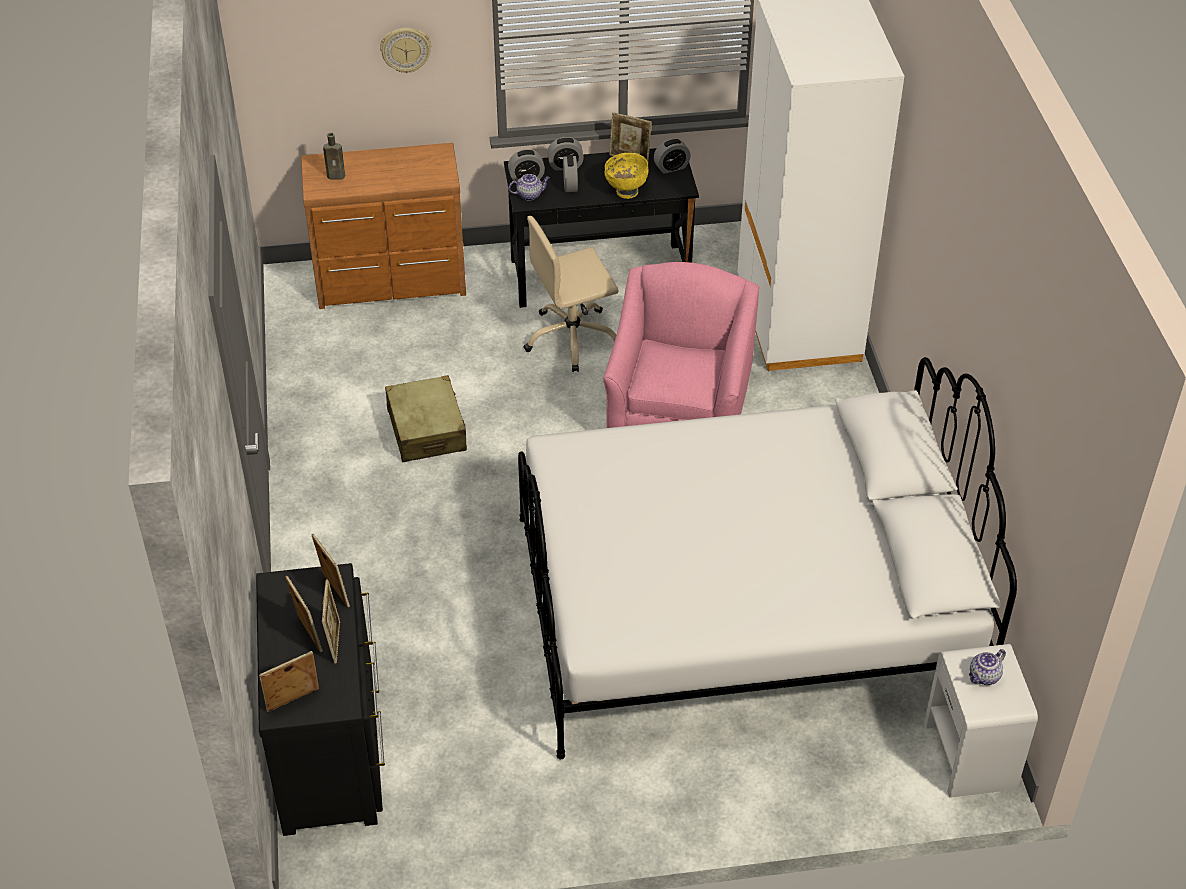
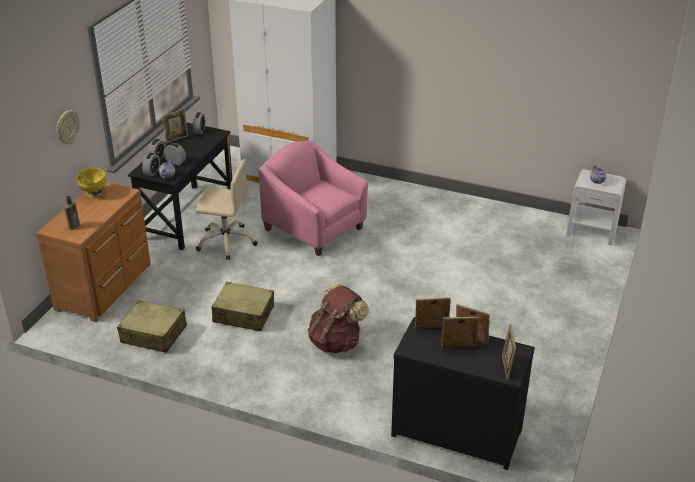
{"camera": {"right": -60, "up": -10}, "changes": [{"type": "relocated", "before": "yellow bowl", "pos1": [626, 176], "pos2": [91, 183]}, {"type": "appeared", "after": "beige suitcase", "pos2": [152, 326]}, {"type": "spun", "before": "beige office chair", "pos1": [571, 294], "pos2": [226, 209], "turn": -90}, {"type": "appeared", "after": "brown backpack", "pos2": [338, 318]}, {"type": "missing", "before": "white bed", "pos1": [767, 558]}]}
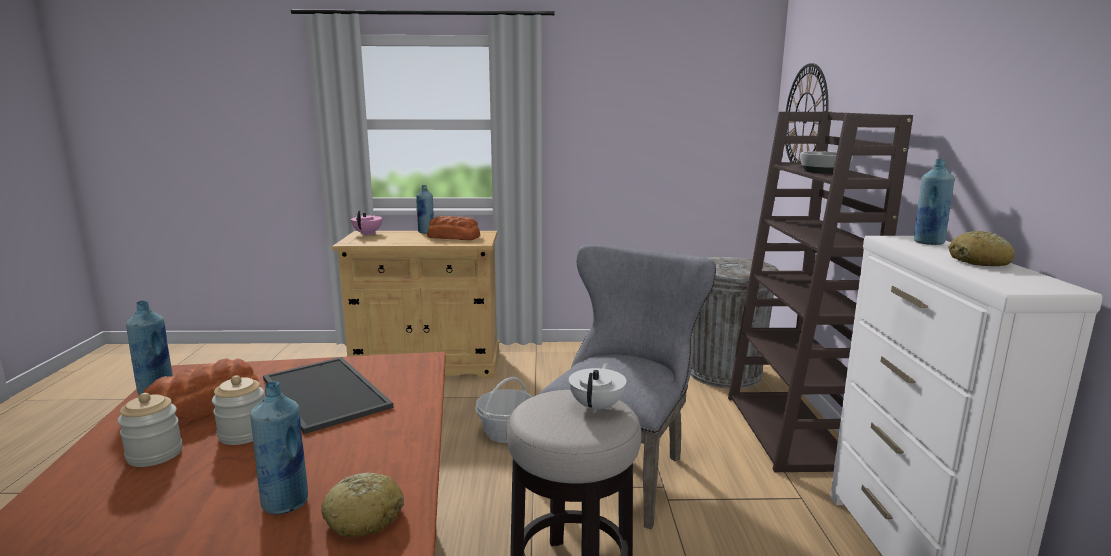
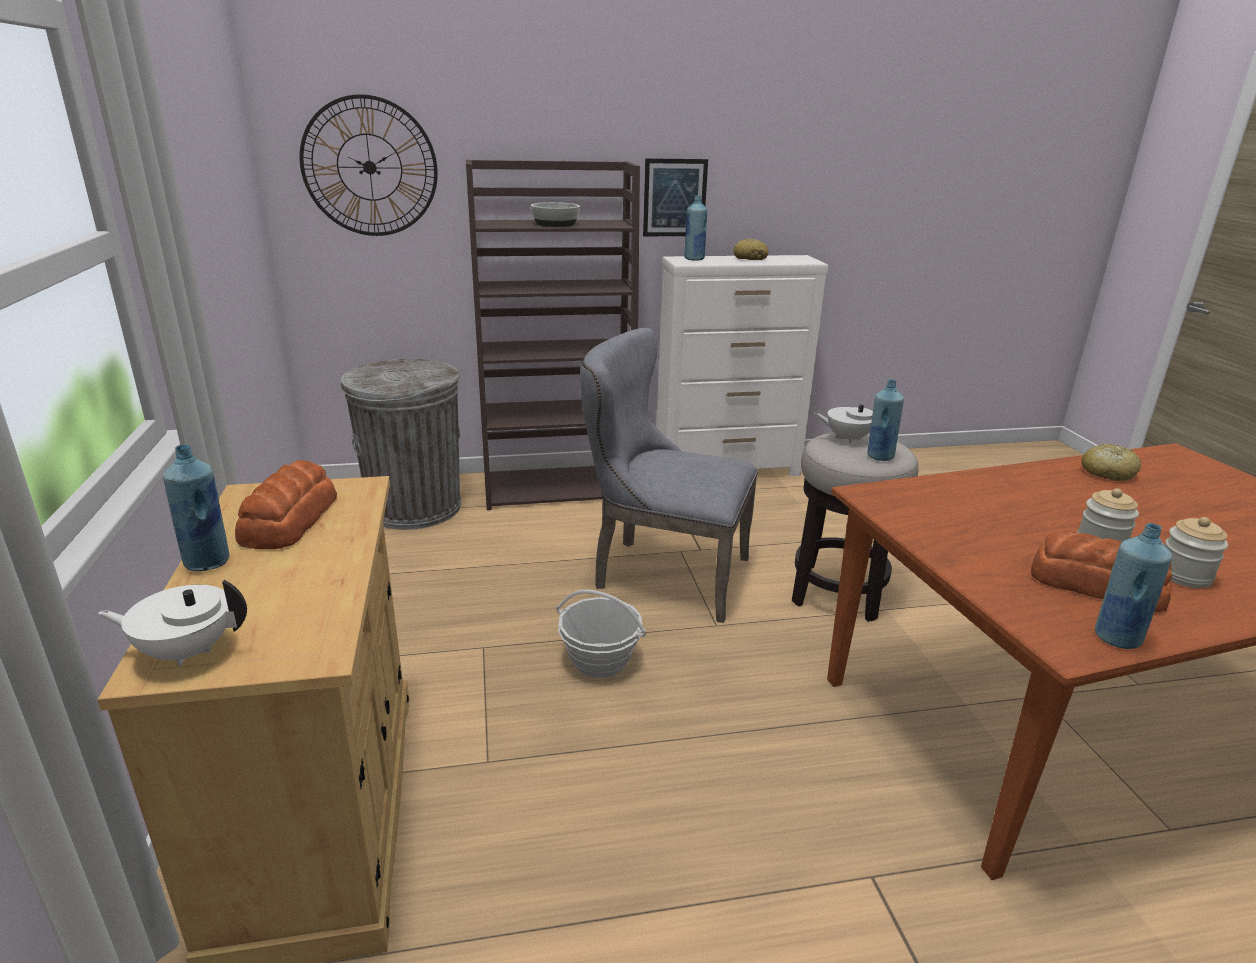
{"camera": {"right": -100, "up": 10}, "changes": [{"type": "colour", "before": "pink teapot", "after": "white teapot", "pos1": [366, 223], "pos2": [172, 623]}, {"type": "appeared", "after": "picture", "pos2": [675, 197]}, {"type": "relocated", "before": "blue bottle", "pos1": [279, 448], "pos2": [885, 420]}, {"type": "missing", "before": "tray", "pos1": [328, 395]}]}
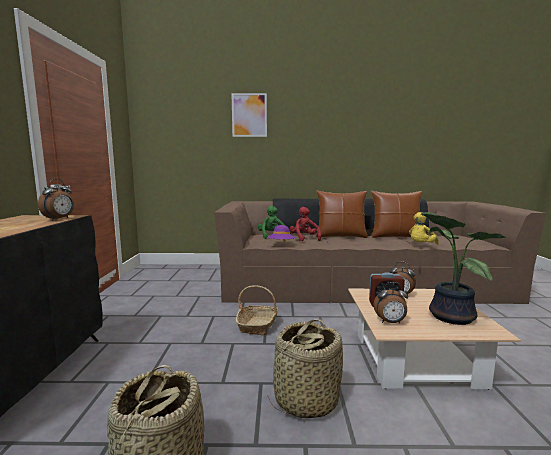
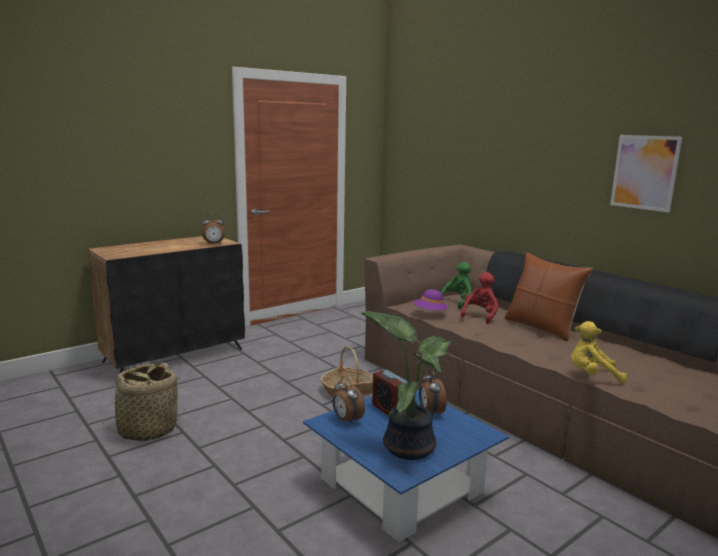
{"camera": {"right": 50, "up": 5}, "changes": [{"type": "colour", "before": "beige coffee table", "after": "blue coffee table", "pos1": [434, 339], "pos2": [406, 465]}, {"type": "relocated", "before": "picture", "pos1": [249, 115], "pos2": [646, 173]}, {"type": "missing", "before": "basket", "pos1": [305, 368]}, {"type": "missing", "before": "brown pillow", "pos1": [396, 214]}]}
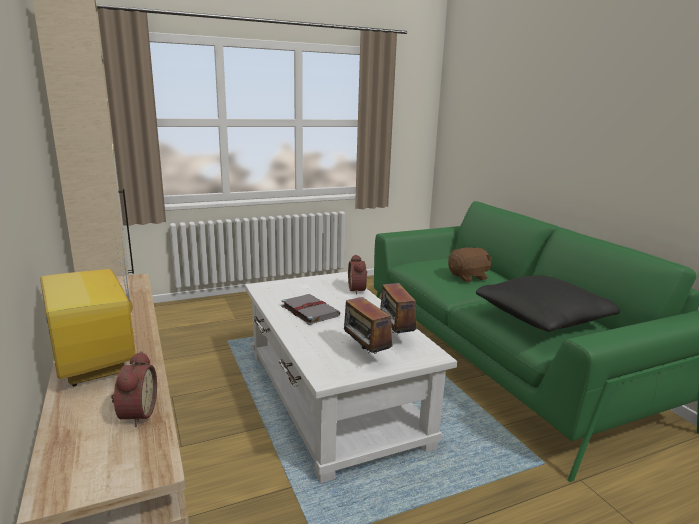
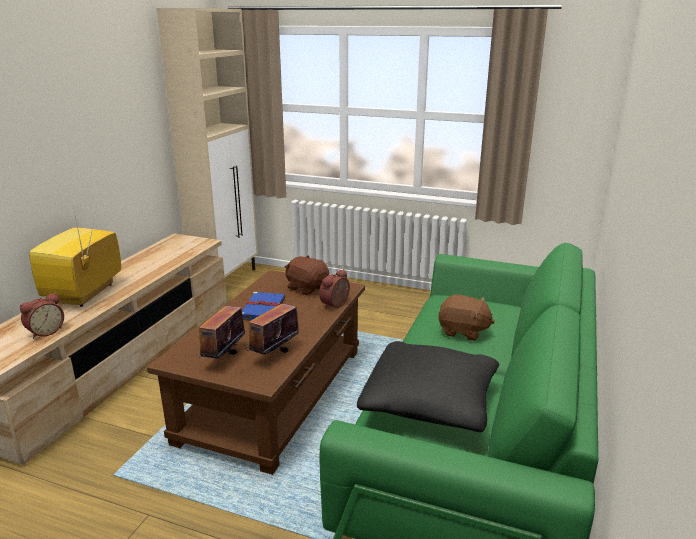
{"camera": {"right": 45, "up": 5}, "changes": [{"type": "colour", "before": "white coffee table", "after": "brown coffee table", "pos1": [351, 377], "pos2": [256, 372]}, {"type": "colour", "before": "grey book", "after": "blue book", "pos1": [310, 309], "pos2": [263, 306]}, {"type": "appeared", "after": "brown plush toy", "pos2": [307, 275]}]}
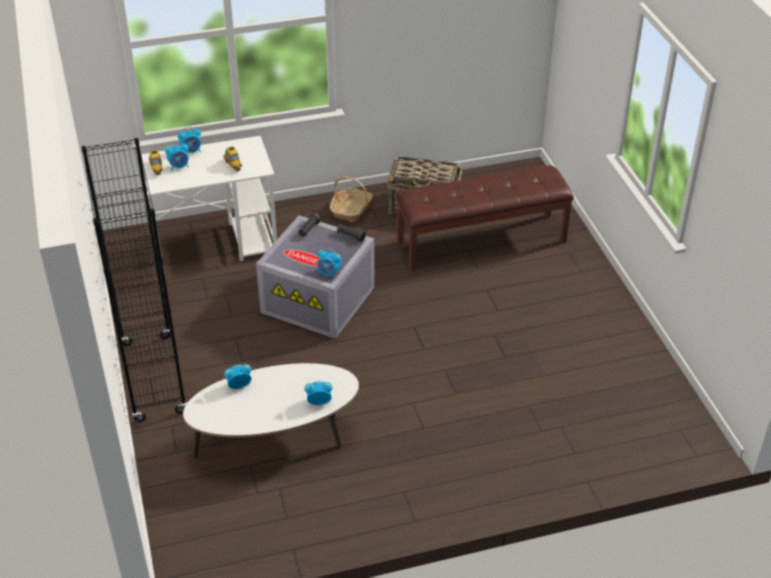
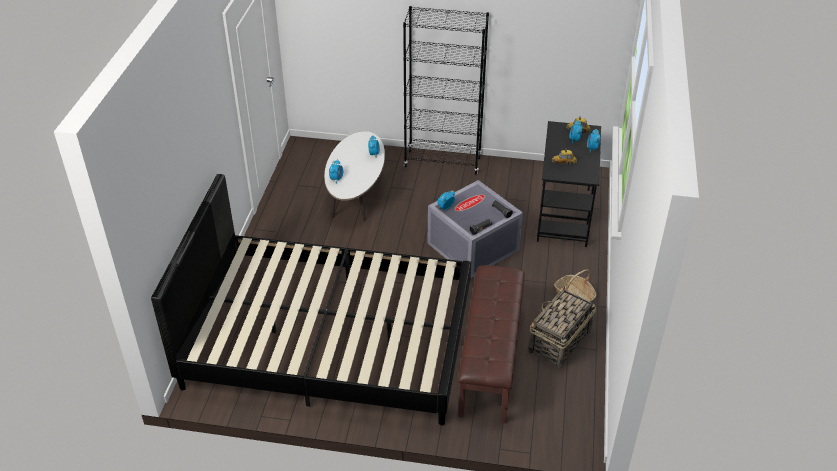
{"camera": {"right": 115, "up": 0}, "changes": [{"type": "appeared", "after": "black bed", "pos2": [311, 299]}, {"type": "colour", "before": "white desk", "after": "black desk", "pos1": [209, 205], "pos2": [569, 184]}]}
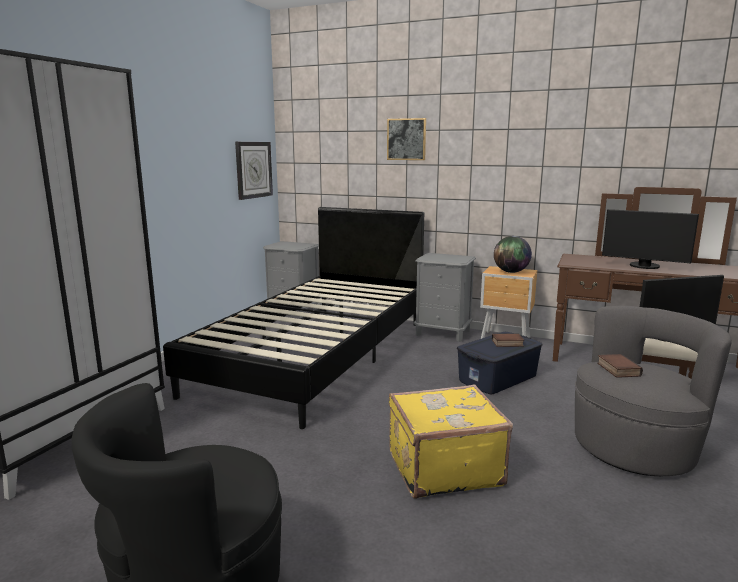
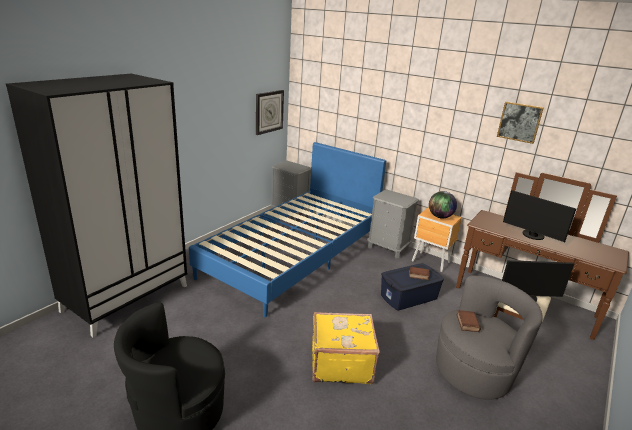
{"camera": {"right": 10, "up": 10}, "changes": [{"type": "colour", "before": "black bed", "after": "blue bed", "pos1": [293, 318], "pos2": [287, 229]}, {"type": "relocated", "before": "picture", "pos1": [406, 139], "pos2": [520, 123]}]}
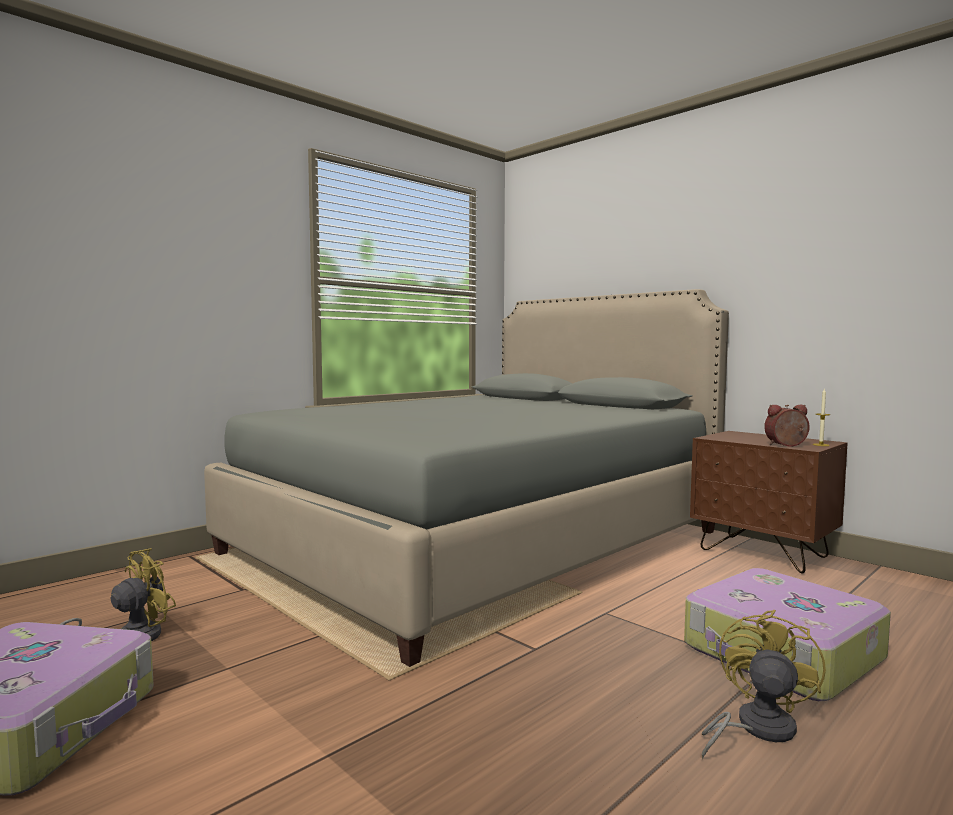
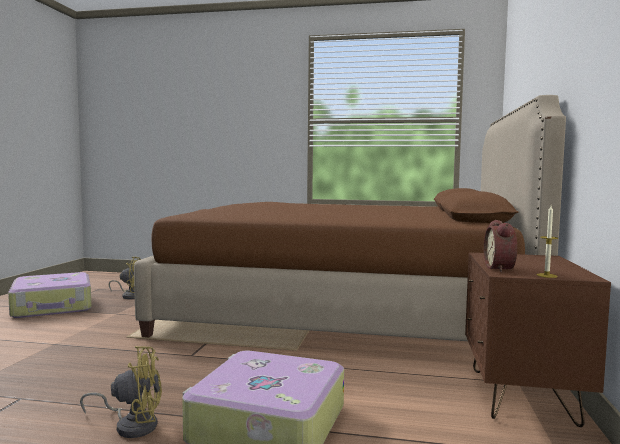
{"camera": {"right": 55, "up": 0}, "changes": [{"type": "colour", "before": "grey bed", "after": "brown bed", "pos1": [466, 478], "pos2": [350, 218]}, {"type": "spun", "before": "alarm clock", "pos1": [787, 426], "pos2": [500, 246], "turn": -135}]}
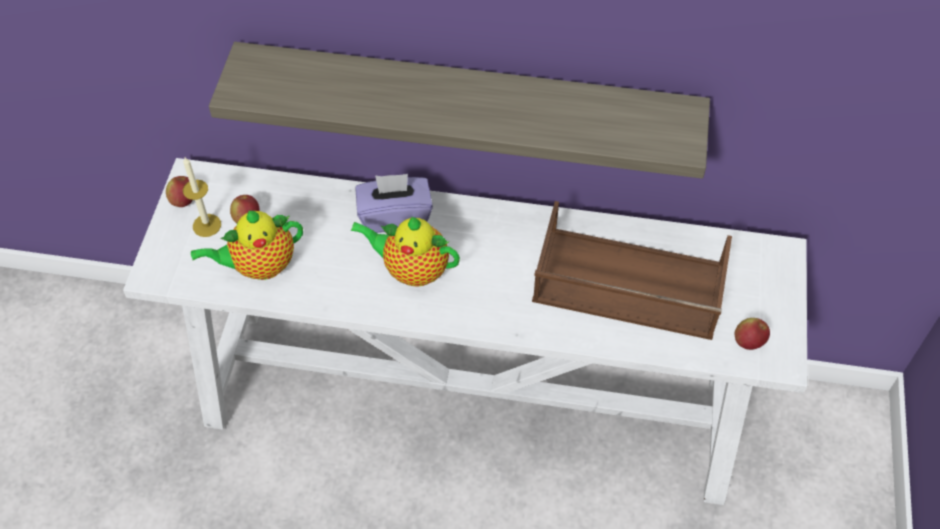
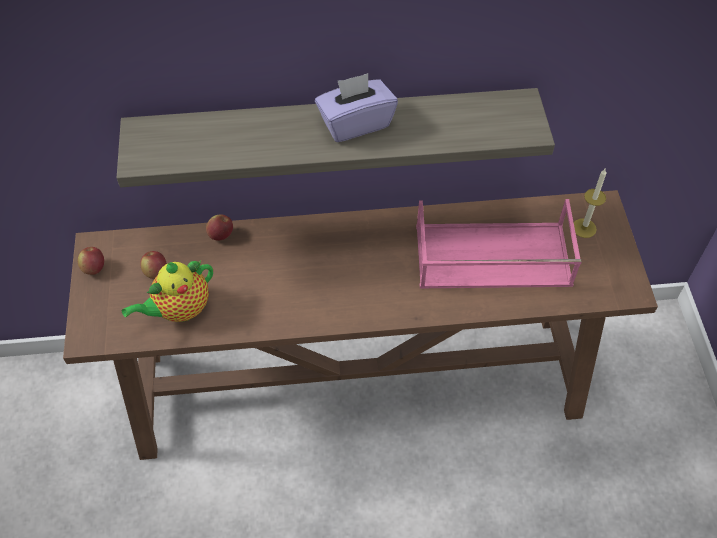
{"camera": {"right": -15, "up": 0}, "changes": [{"type": "colour", "before": "white console table", "after": "brown console table", "pos1": [465, 331], "pos2": [360, 325]}, {"type": "relocated", "before": "apple", "pos1": [752, 334], "pos2": [219, 227]}, {"type": "relocated", "before": "purple tissue box", "pos1": [394, 203], "pos2": [356, 107]}, {"type": "colour", "before": "brown tray", "after": "pink tray", "pos1": [632, 270], "pos2": [499, 243]}, {"type": "relocated", "before": "candle", "pos1": [202, 197], "pos2": [590, 203]}, {"type": "missing", "before": "teapot", "pos1": [405, 251]}]}
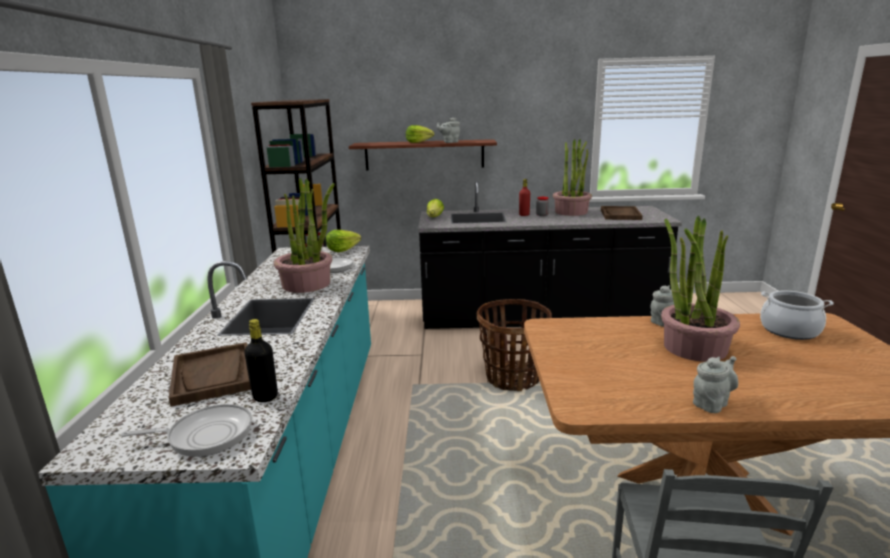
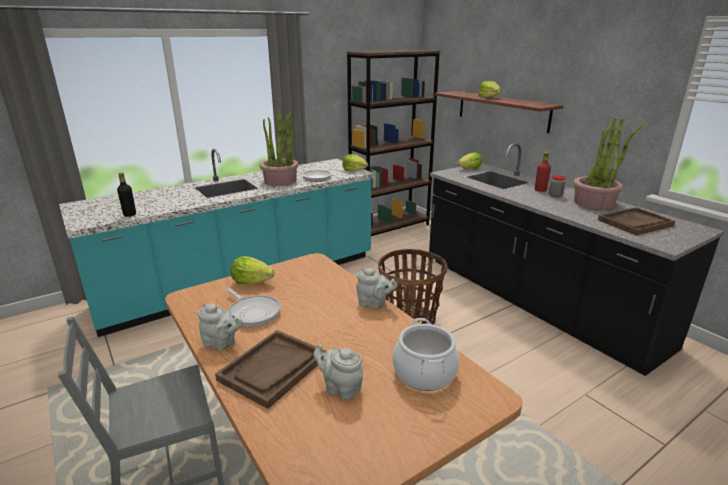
{"camera": {"right": 55, "up": 5}, "changes": [{"type": "relocated", "before": "brown tray", "pos1": [210, 374], "pos2": [270, 369]}, {"type": "relocated", "before": "frying pan", "pos1": [186, 430], "pos2": [253, 307]}, {"type": "appeared", "after": "lettuce", "pos2": [253, 270]}, {"type": "relocated", "before": "grey teapot", "pos1": [448, 130], "pos2": [338, 372]}, {"type": "missing", "before": "potted plant", "pos1": [700, 289]}]}
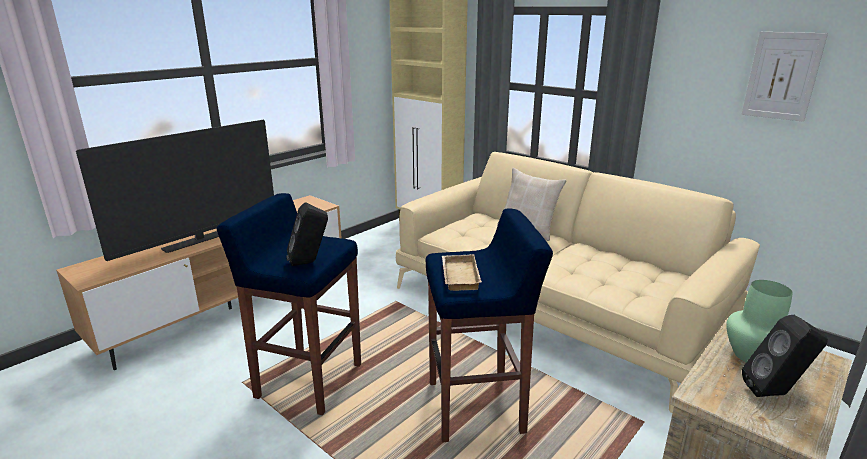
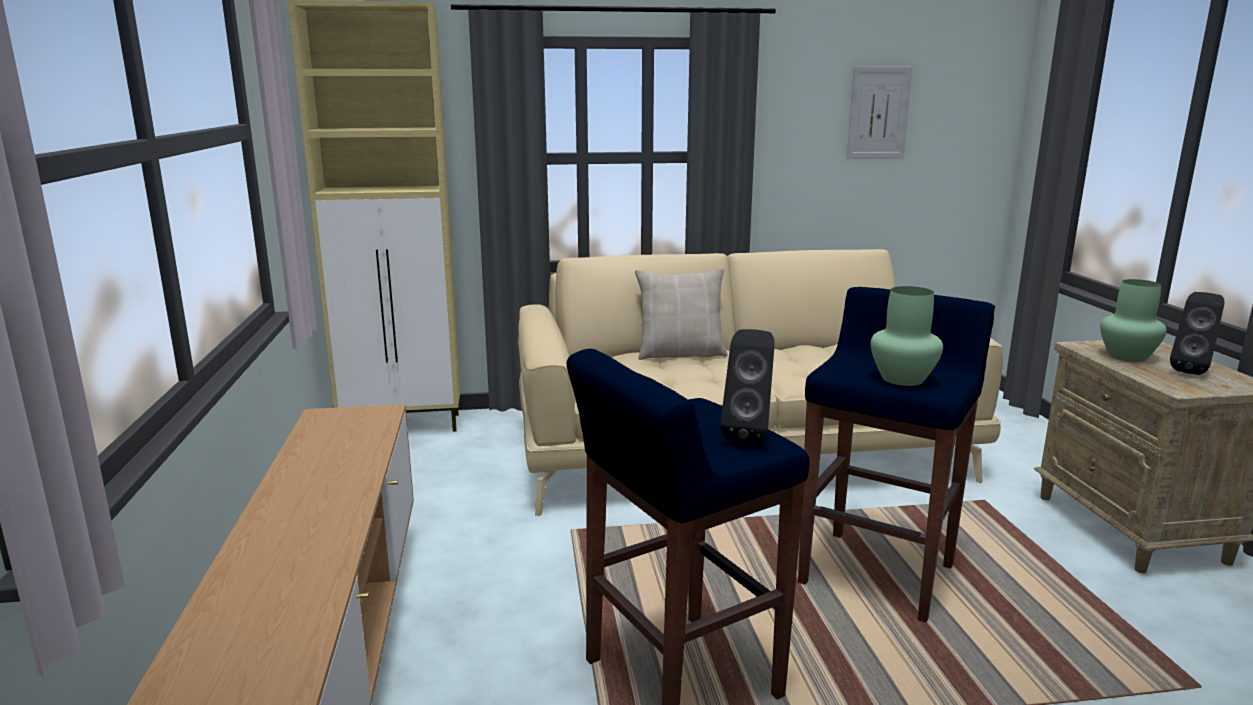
{"camera": {"right": -50, "up": -5}, "changes": [{"type": "exchanged", "before": "beige tray", "after": "green vase", "pos1": [462, 272], "pos2": [907, 336]}, {"type": "missing", "before": "television", "pos1": [175, 190]}]}
